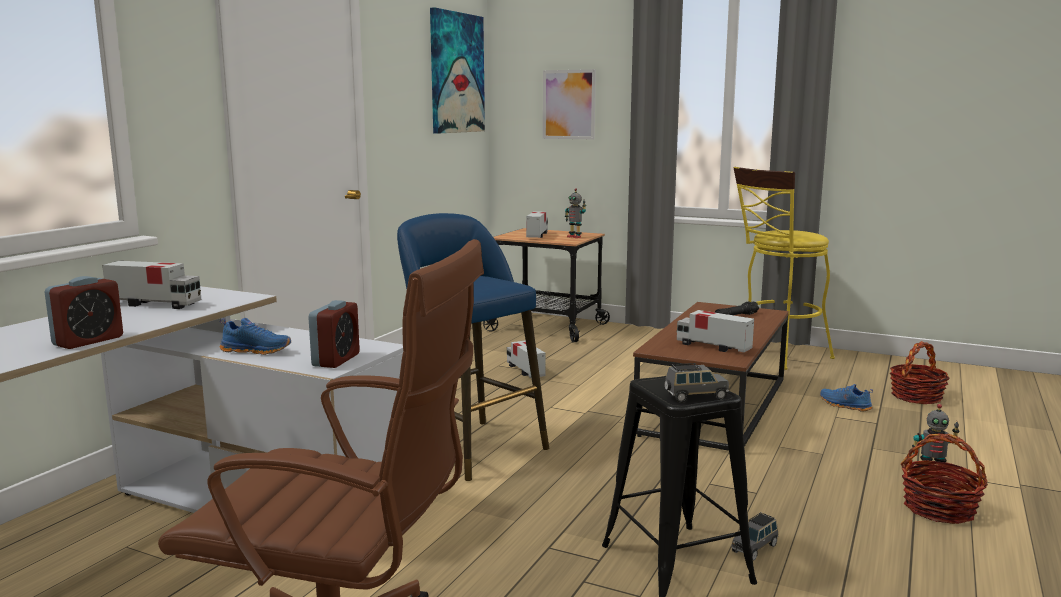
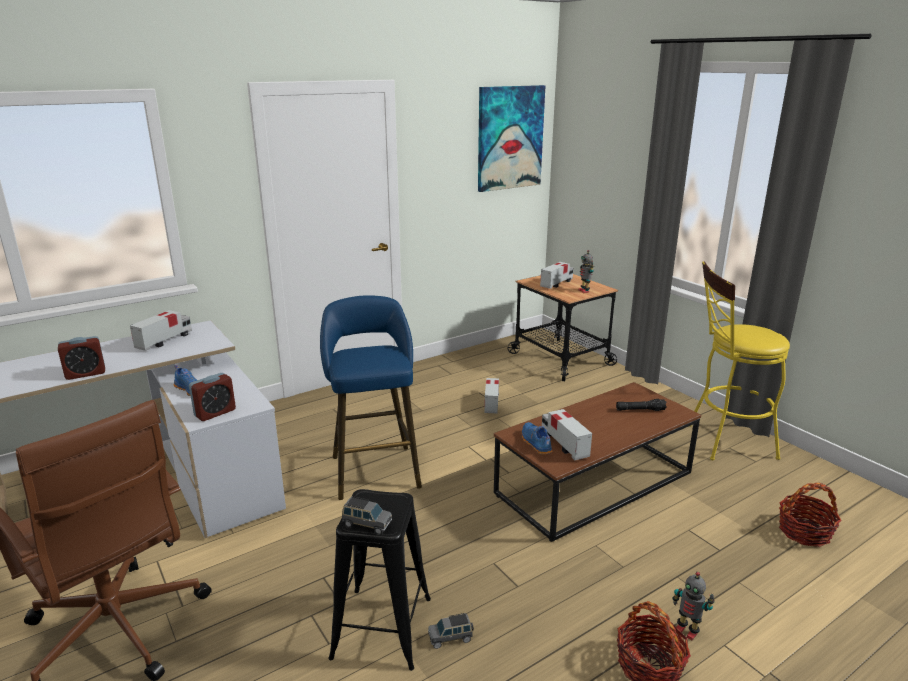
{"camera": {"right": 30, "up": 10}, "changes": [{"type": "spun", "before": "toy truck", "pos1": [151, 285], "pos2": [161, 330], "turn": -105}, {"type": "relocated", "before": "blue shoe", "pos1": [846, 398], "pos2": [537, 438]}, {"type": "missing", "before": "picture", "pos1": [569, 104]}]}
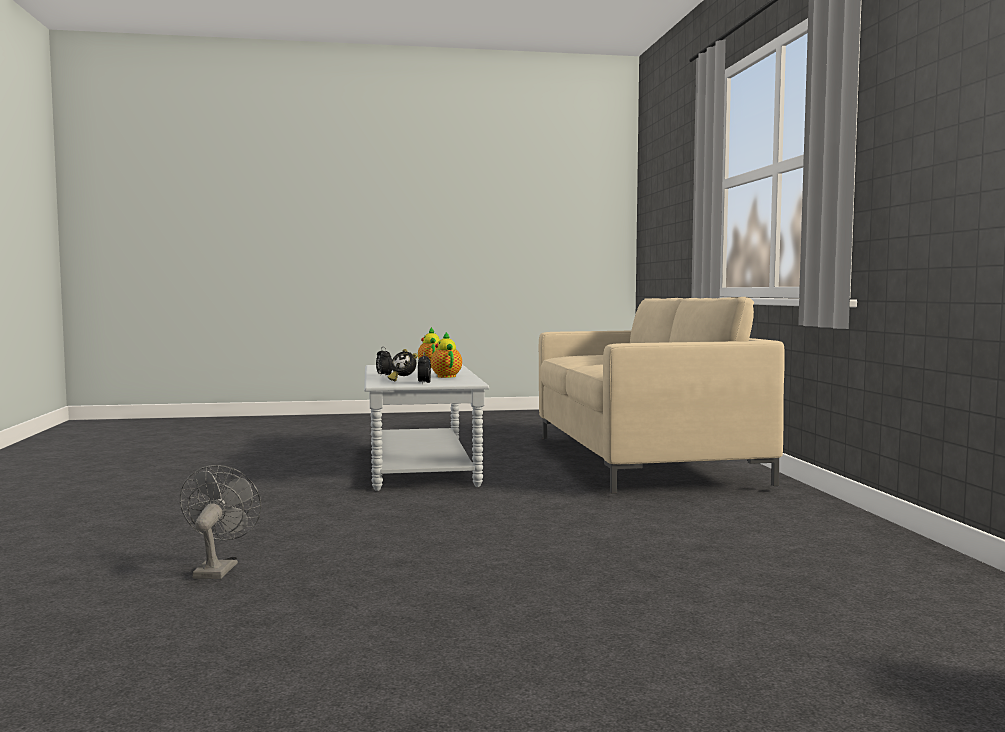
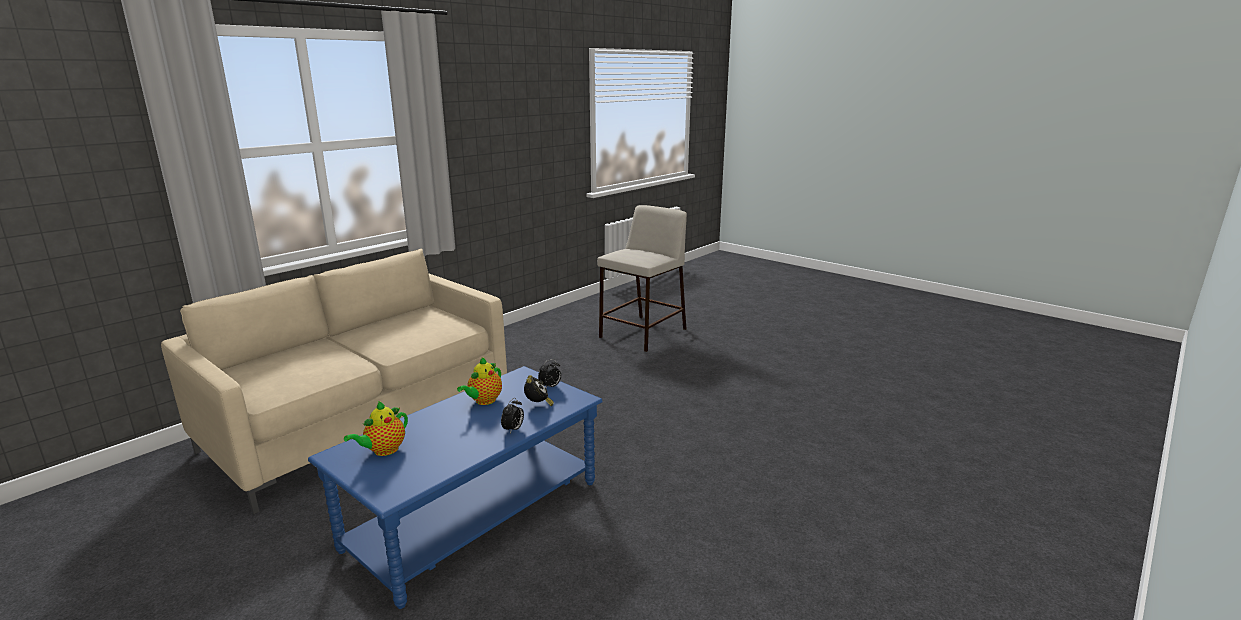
{"camera": {"right": -130, "up": 15}, "changes": [{"type": "colour", "before": "grey coffee table", "after": "blue coffee table", "pos1": [426, 427], "pos2": [455, 487]}, {"type": "appeared", "after": "beige stool", "pos2": [642, 278]}, {"type": "missing", "before": "grey fan", "pos1": [220, 522]}]}
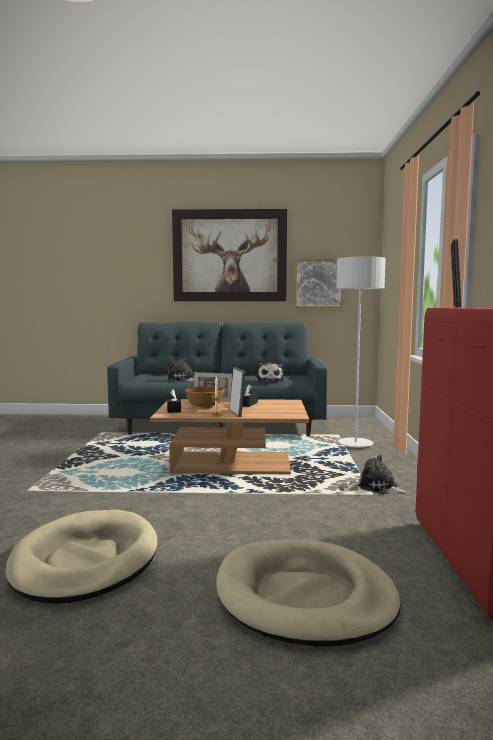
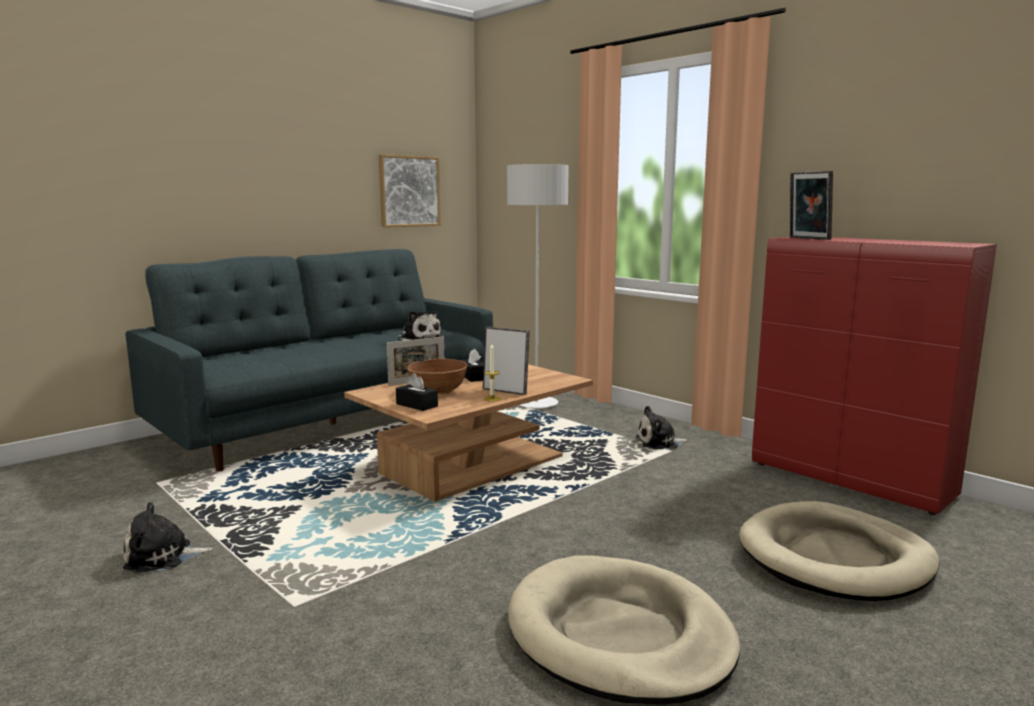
{"camera": {"right": -45, "up": 5}, "changes": [{"type": "relocated", "before": "plush toy", "pos1": [180, 370], "pos2": [168, 537]}, {"type": "missing", "before": "picture", "pos1": [229, 255]}]}
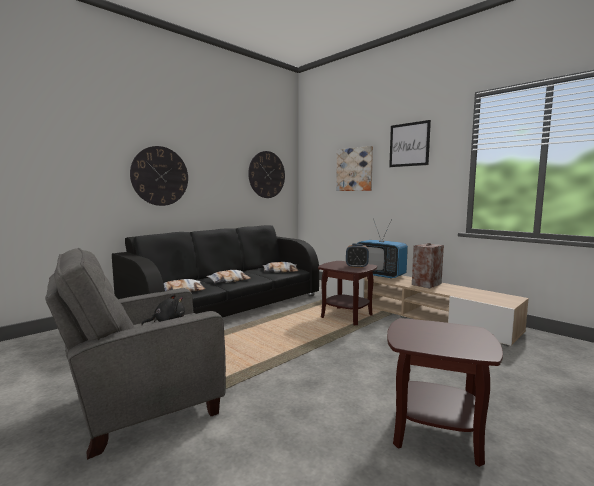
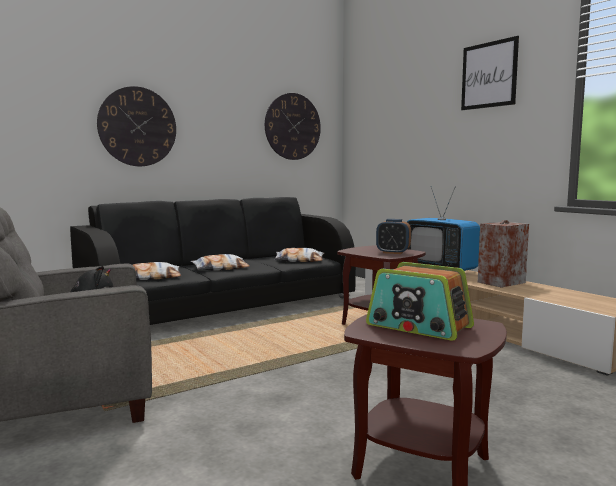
{"camera": {"right": 10, "up": 0}, "changes": [{"type": "appeared", "after": "radio", "pos2": [420, 301]}, {"type": "missing", "before": "picture", "pos1": [354, 168]}]}
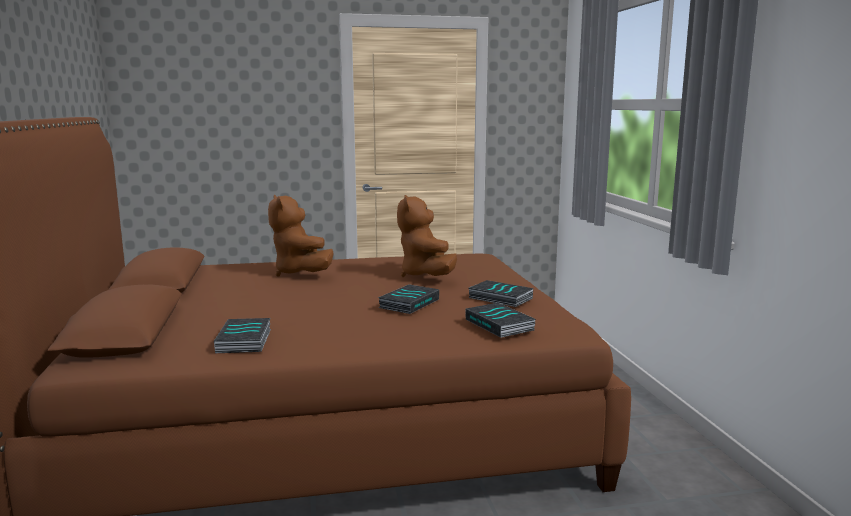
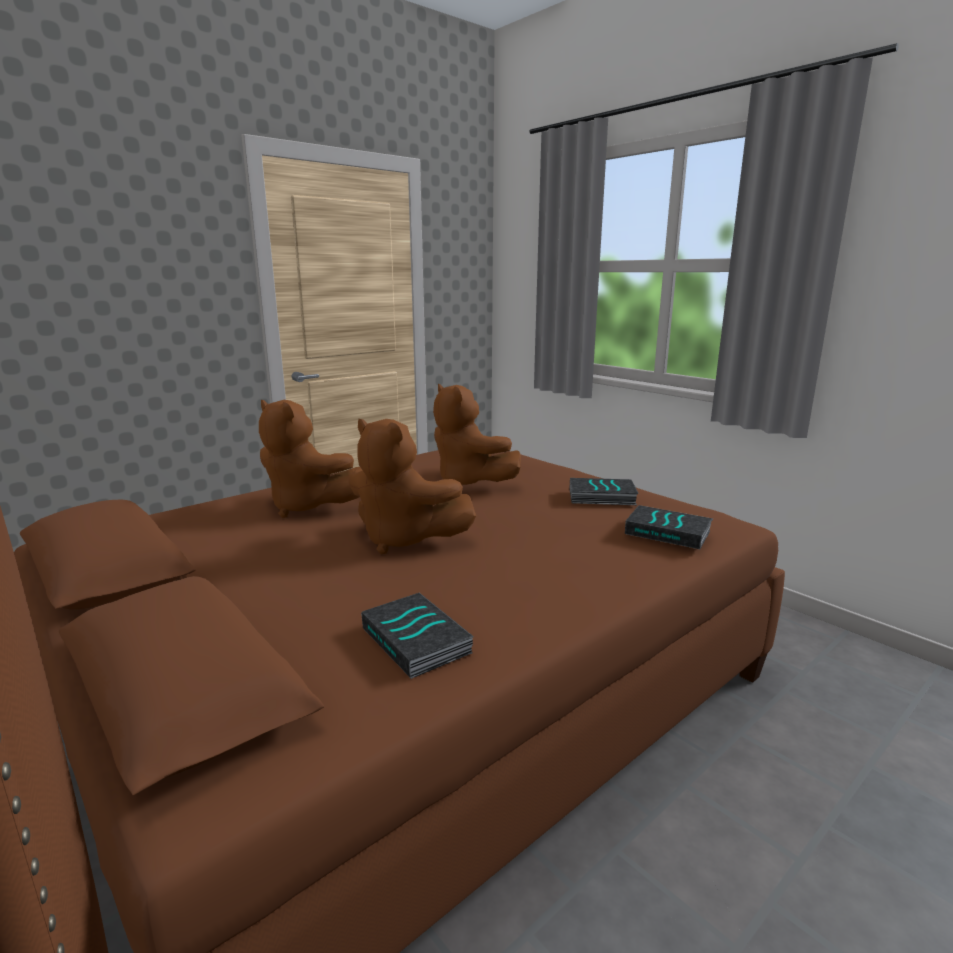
{"camera": {"right": -30, "up": 5}, "changes": [{"type": "appeared", "after": "brown plush toy", "pos2": [412, 486]}, {"type": "missing", "before": "book", "pos1": [408, 299]}]}
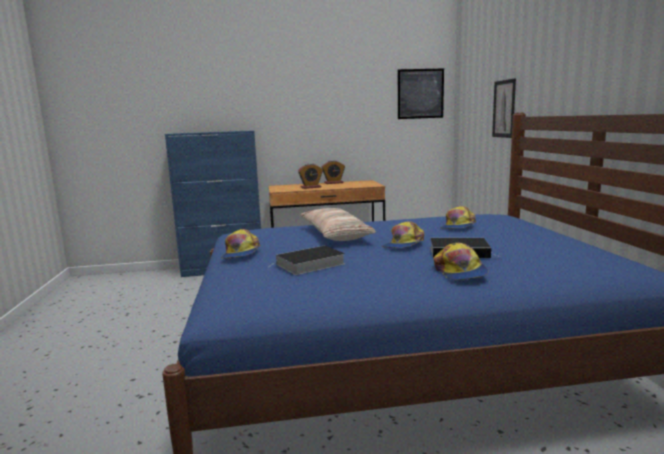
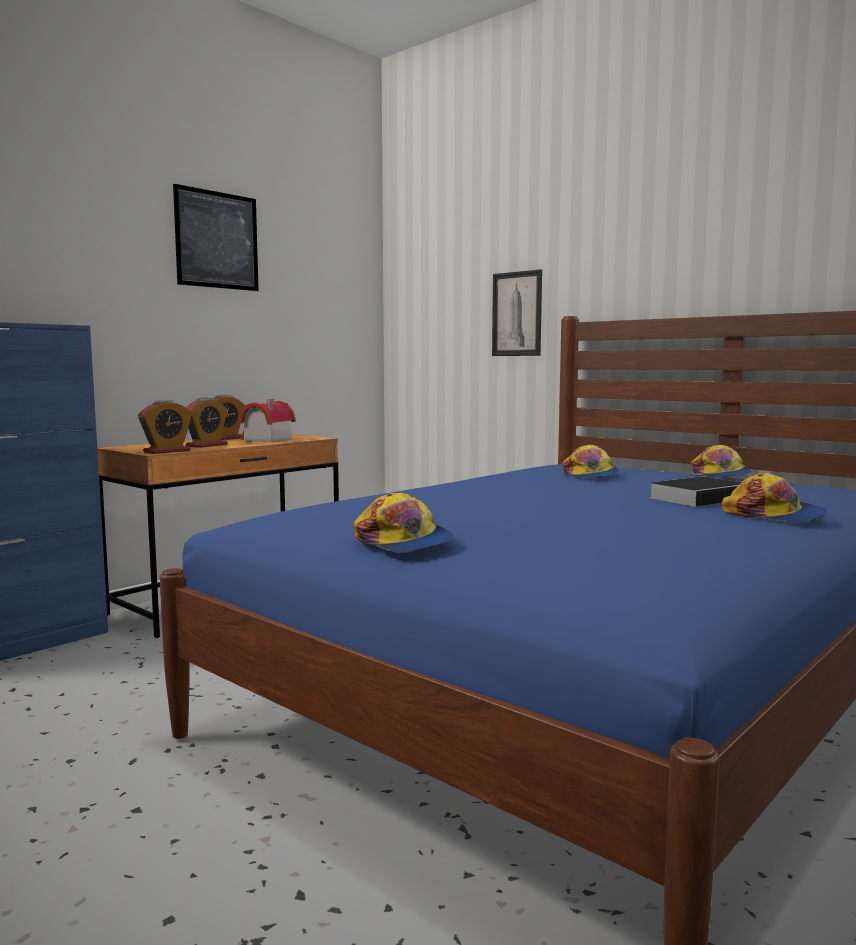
{"camera": {"right": -40, "up": -5}, "changes": [{"type": "appeared", "after": "alarm clock", "pos2": [165, 427]}, {"type": "relocated", "before": "picture", "pos1": [421, 94], "pos2": [216, 237]}, {"type": "appeared", "after": "toy house", "pos2": [267, 420]}, {"type": "relocated", "before": "cap", "pos1": [403, 234], "pos2": [721, 461]}, {"type": "missing", "before": "book", "pos1": [306, 260]}, {"type": "missing", "before": "pillow", "pos1": [338, 224]}]}
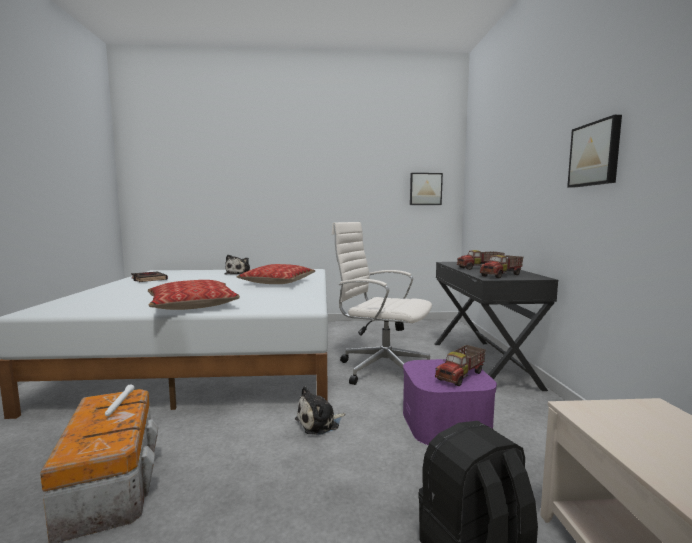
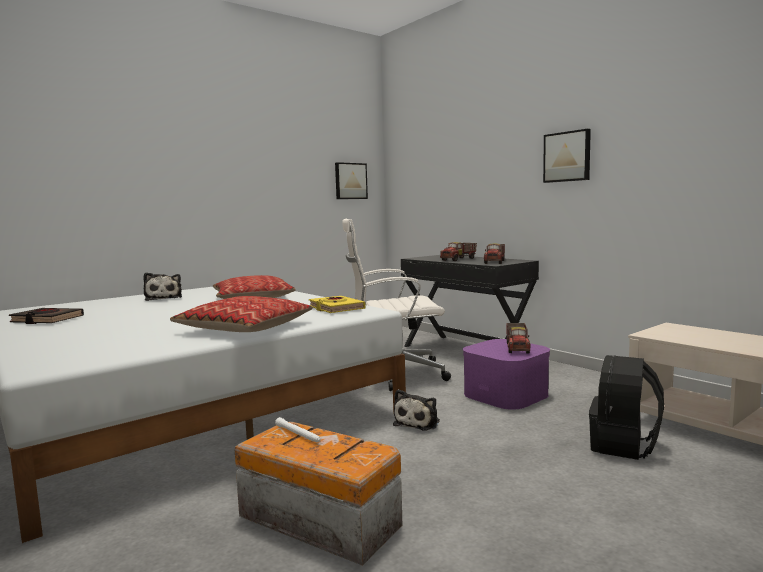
{"camera": {"right": -35, "up": 0}, "changes": [{"type": "appeared", "after": "yellow book", "pos2": [337, 304]}]}
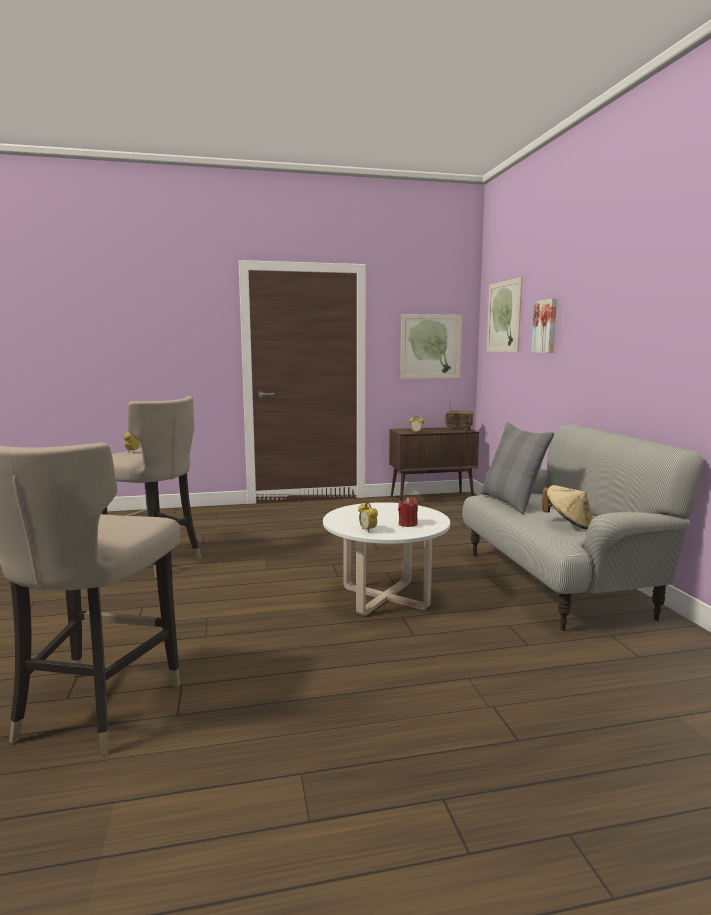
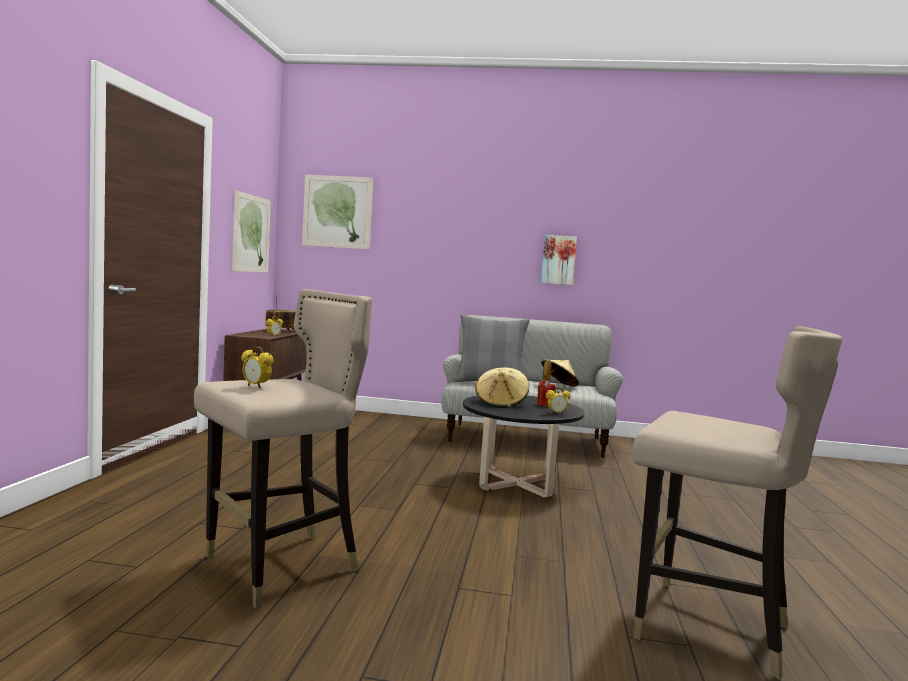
{"camera": {"right": -70, "up": -5}, "changes": [{"type": "colour", "before": "white coffee table", "after": "black coffee table", "pos1": [386, 559], "pos2": [523, 446]}, {"type": "appeared", "after": "beige hat", "pos2": [502, 388]}, {"type": "relocated", "before": "picture", "pos1": [544, 326], "pos2": [559, 260]}]}
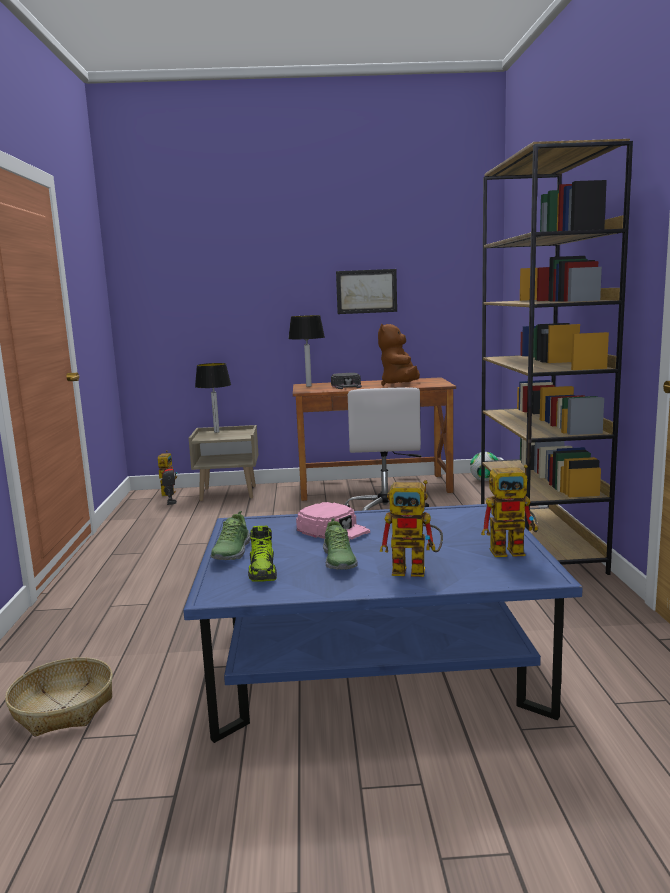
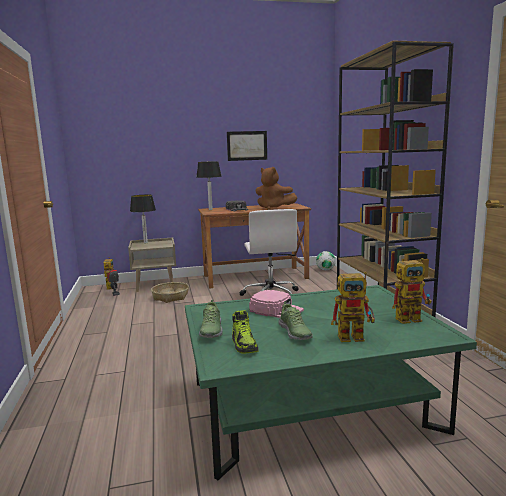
{"camera": {"right": -10, "up": 0}, "changes": [{"type": "relocated", "before": "basket", "pos1": [59, 697], "pos2": [170, 292]}, {"type": "colour", "before": "blue coffee table", "after": "green coffee table", "pos1": [383, 623], "pos2": [331, 382]}, {"type": "spun", "before": "brown plush toy", "pos1": [399, 355], "pos2": [276, 188], "turn": -60}]}
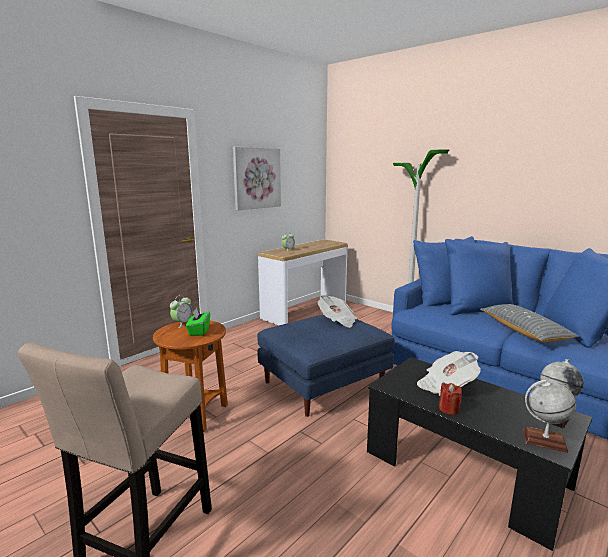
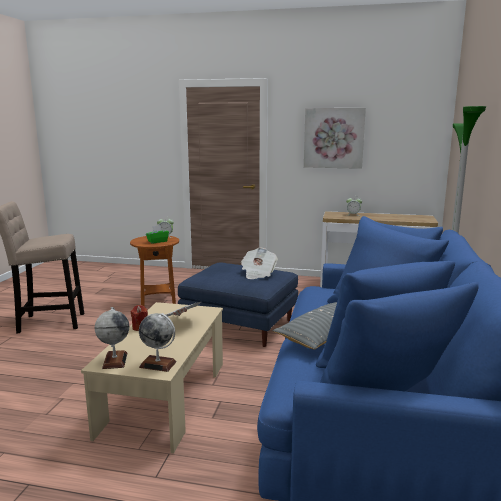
{"camera": {"right": 60, "up": 0}, "changes": [{"type": "colour", "before": "black coffee table", "after": "beige coffee table", "pos1": [479, 454], "pos2": [152, 378]}]}
